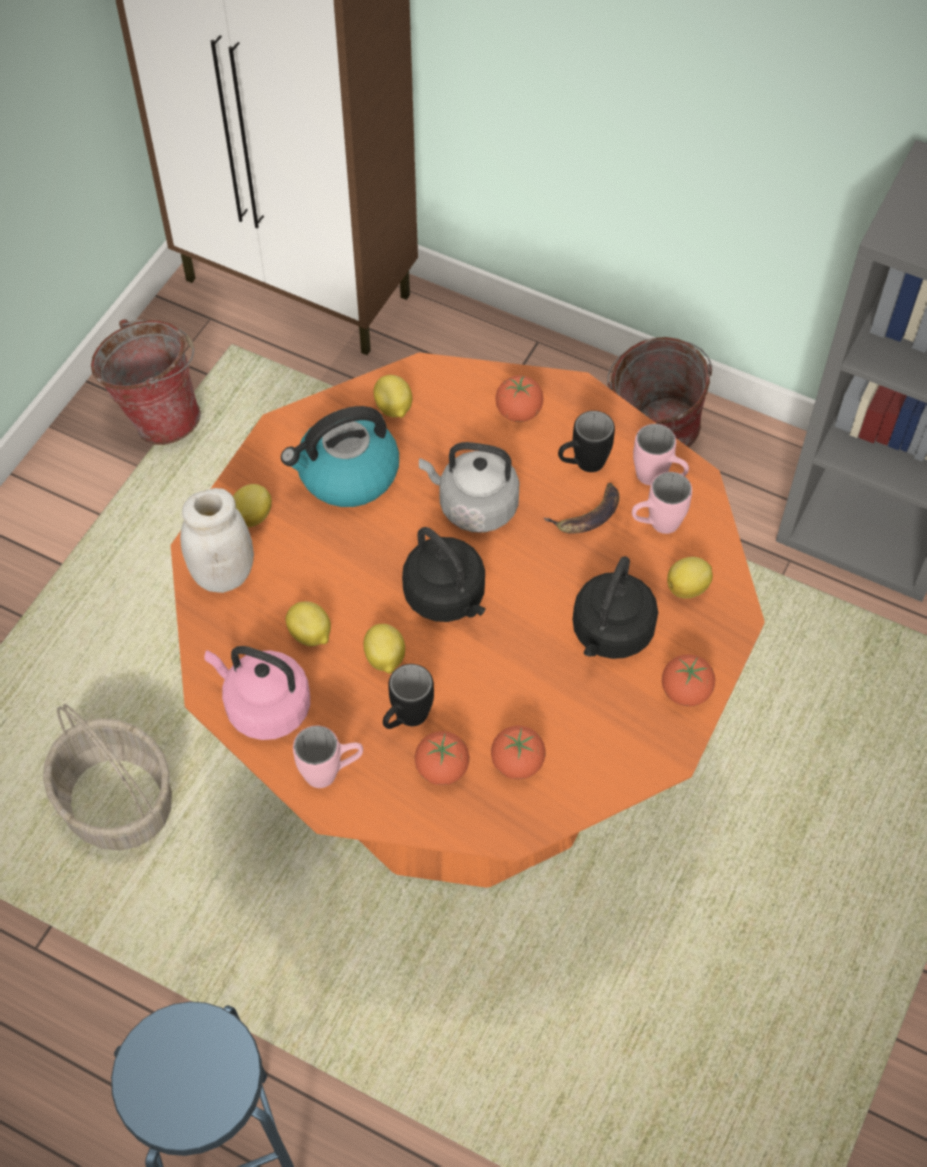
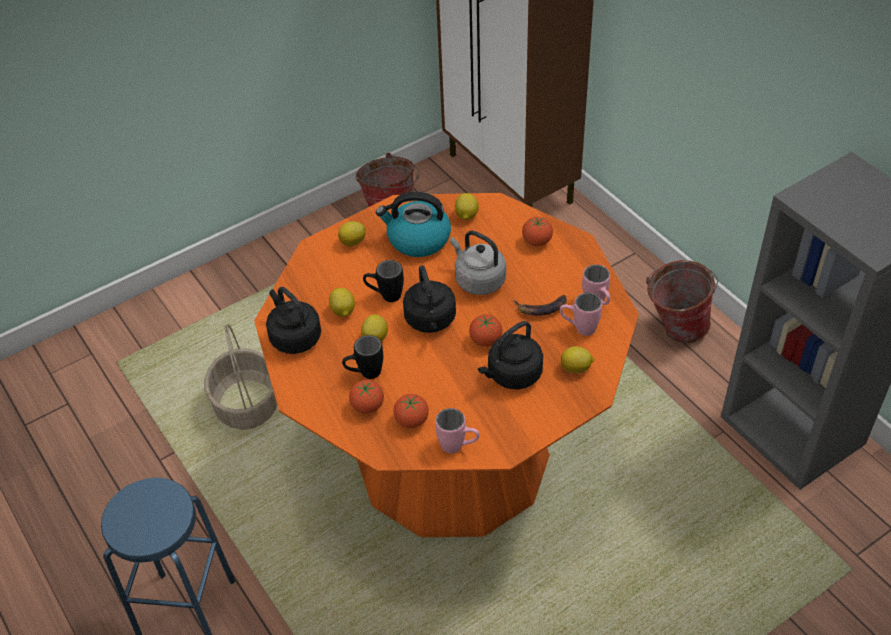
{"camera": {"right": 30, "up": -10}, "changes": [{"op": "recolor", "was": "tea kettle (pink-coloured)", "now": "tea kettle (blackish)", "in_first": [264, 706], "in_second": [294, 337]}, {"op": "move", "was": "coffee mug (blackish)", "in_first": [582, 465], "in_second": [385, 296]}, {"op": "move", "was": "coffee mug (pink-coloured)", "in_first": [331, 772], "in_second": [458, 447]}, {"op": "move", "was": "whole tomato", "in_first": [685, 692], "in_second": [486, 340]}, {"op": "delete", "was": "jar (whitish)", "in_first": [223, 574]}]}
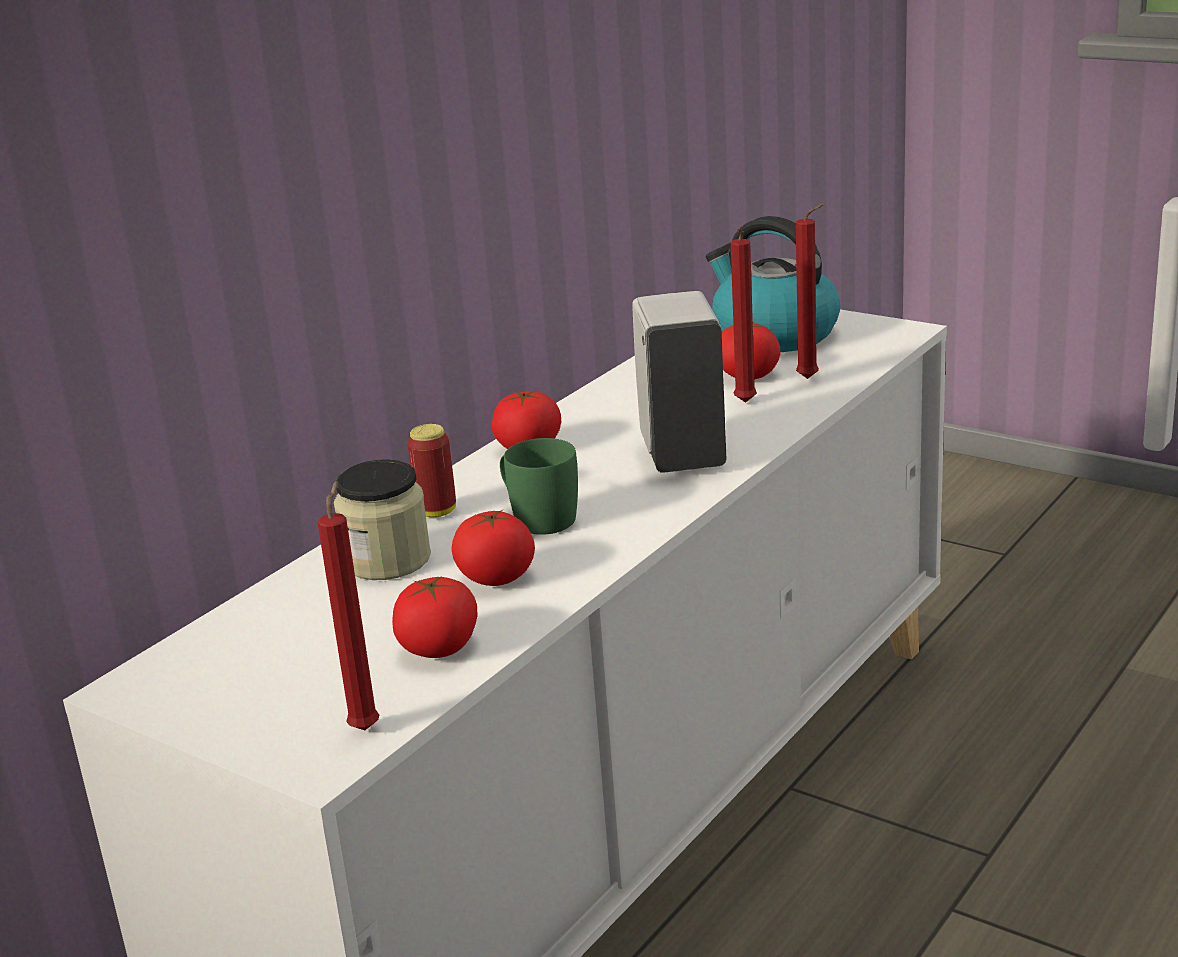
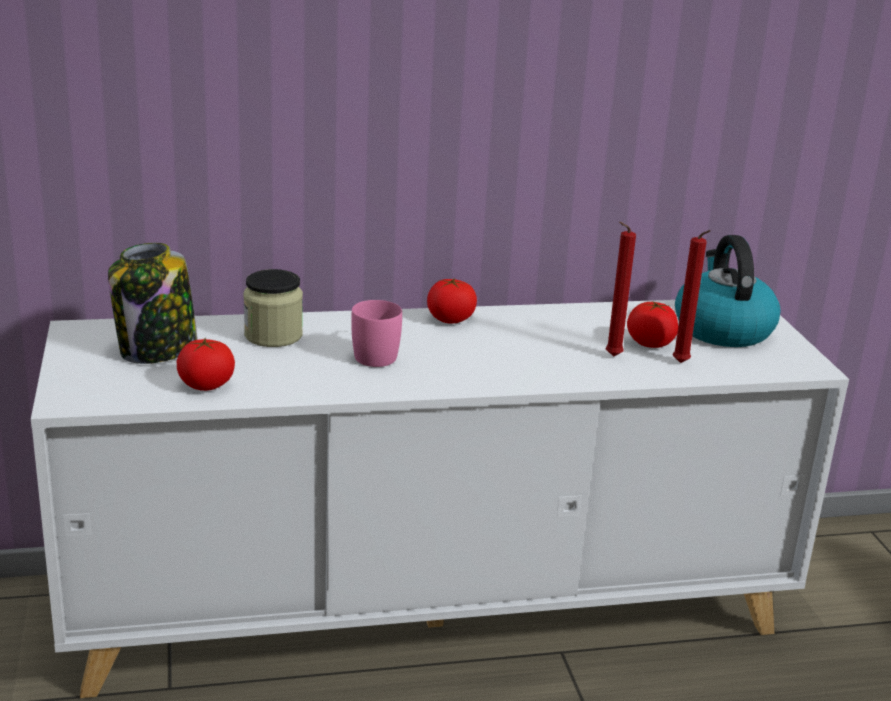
{"camera": {"right": 40, "up": 0}, "changes": [{"op": "insert", "now": "jar", "in_second": [157, 350]}, {"op": "recolor", "was": "coffee mug (greenish)", "now": "coffee mug (pink-coloured)", "in_first": [537, 517], "in_second": [376, 354]}, {"op": "delete", "was": "wax candle (reddish)", "in_first": [366, 727]}, {"op": "delete", "was": "sealed can", "in_first": [437, 511]}, {"op": "delete", "was": "whole tomato", "in_first": [496, 578]}, {"op": "delete", "was": "liquid soap bottle (whitish)", "in_first": [682, 454]}]}
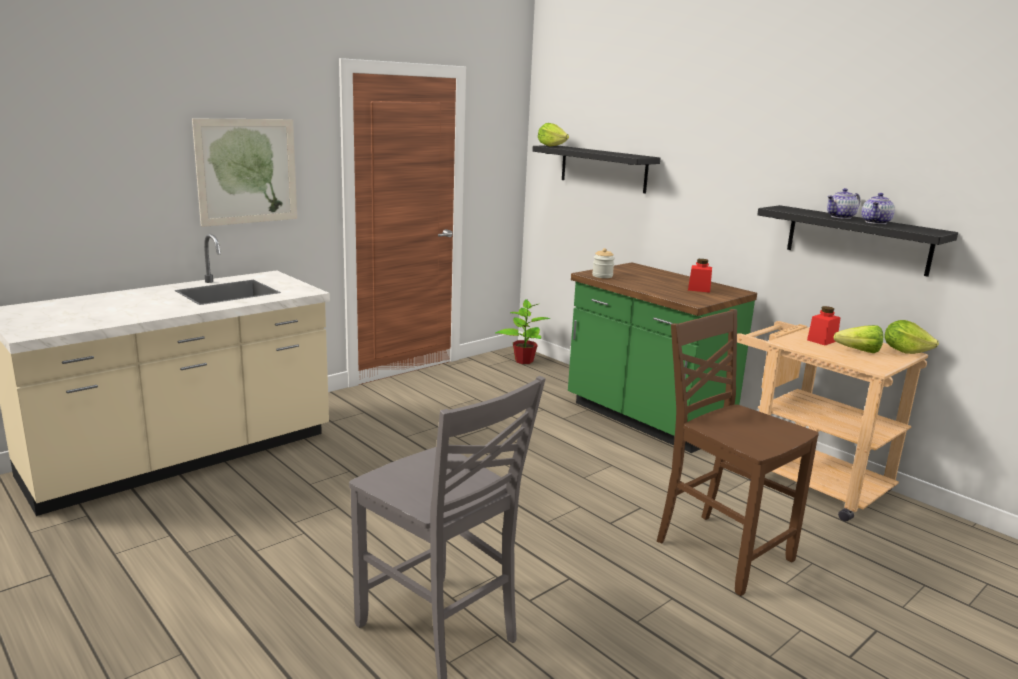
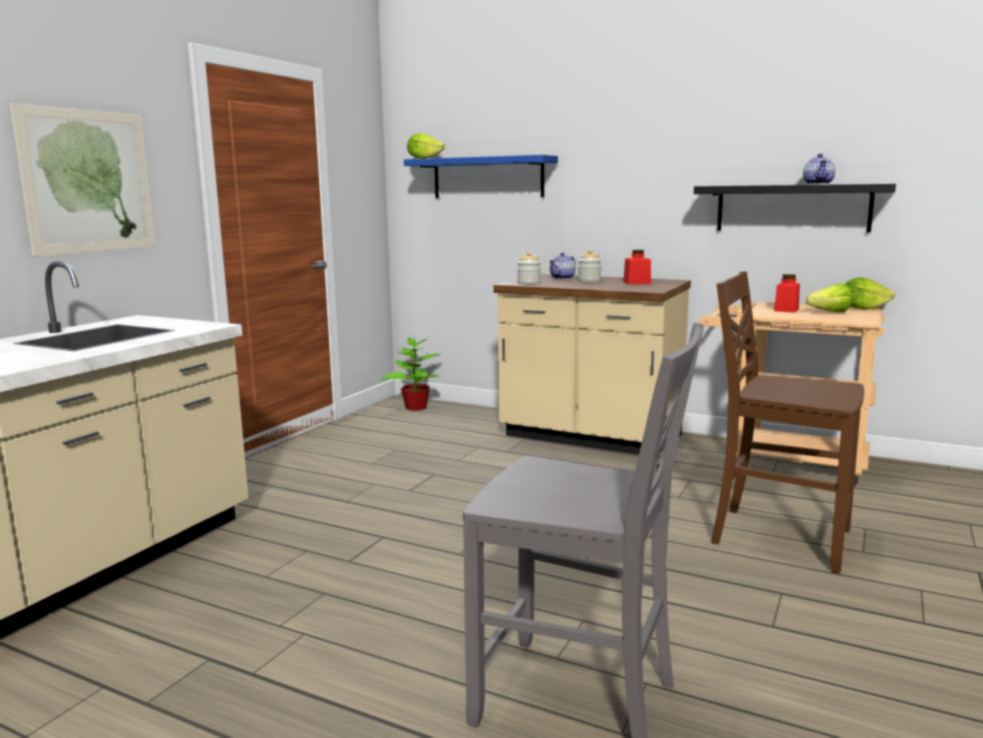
{"camera": {"right": -20, "up": -5}, "changes": [{"op": "recolor", "was": "bracket shelf (blackish)", "now": "bracket shelf (blue)", "in_first": [603, 168], "in_second": [487, 178]}, {"op": "recolor", "was": "counter (greenish)", "now": "counter (beige-coloured)", "in_first": [646, 419], "in_second": [590, 437]}, {"op": "move", "was": "pot for tea", "in_first": [841, 217], "in_second": [562, 278]}, {"op": "insert", "now": "jar", "in_second": [589, 280]}]}
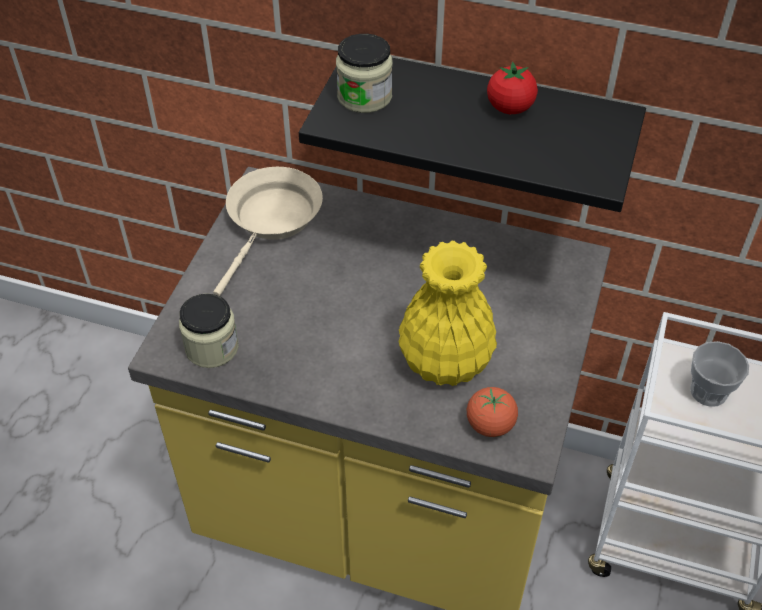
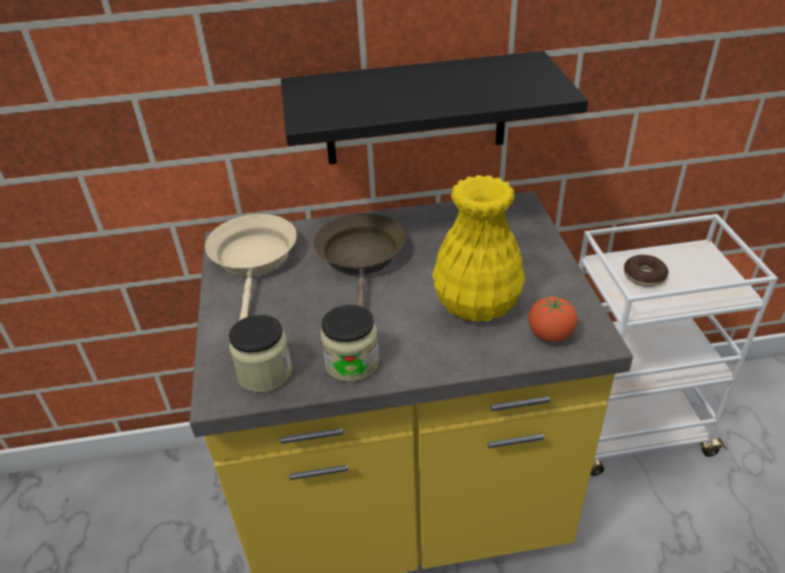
{"camera": {"right": -25, "up": -10}, "changes": [{"op": "insert", "now": "skillet (brownish)", "in_second": [361, 260]}, {"op": "move", "was": "jar", "in_first": [364, 96], "in_second": [352, 363]}, {"op": "replace", "was": "small cup", "now": "doughnut", "in_first": [708, 391], "in_second": [644, 276]}, {"op": "delete", "was": "whole tomato", "in_first": [510, 108]}]}
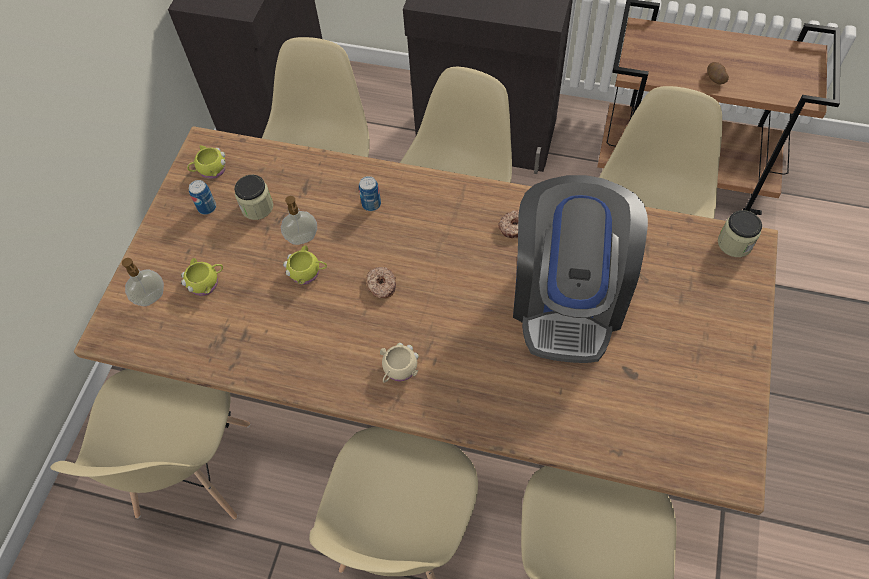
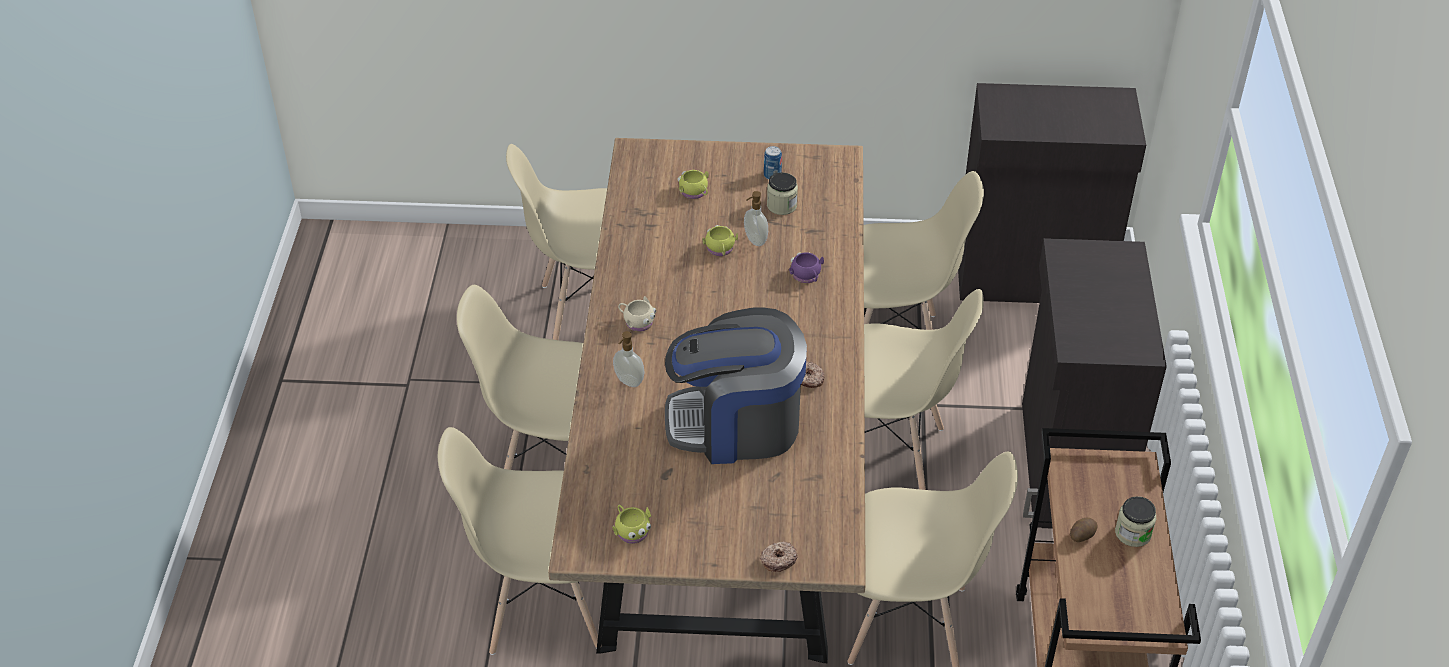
{"camera": {"right": 75, "up": -15}, "changes": [{"op": "move", "was": "liquid soap bottle", "in_first": [152, 298], "in_second": [628, 381]}, {"op": "move", "was": "coffee mug (yellow-coloured)", "in_first": [210, 170], "in_second": [631, 530]}, {"op": "move", "was": "doughnut", "in_first": [381, 286], "in_second": [778, 559]}, {"op": "replace", "was": "sealed can", "now": "coffee mug (purple)", "in_first": [371, 204], "in_second": [807, 277]}, {"op": "move", "was": "jar", "in_first": [734, 243], "in_second": [1133, 533]}]}
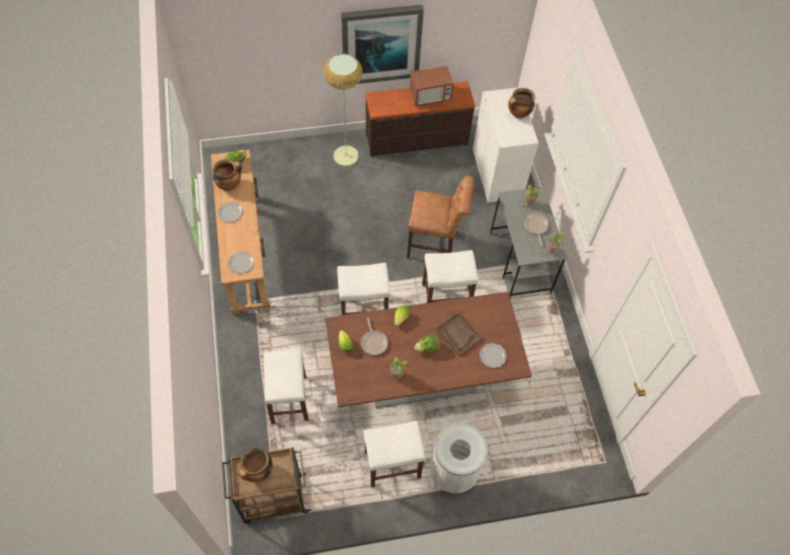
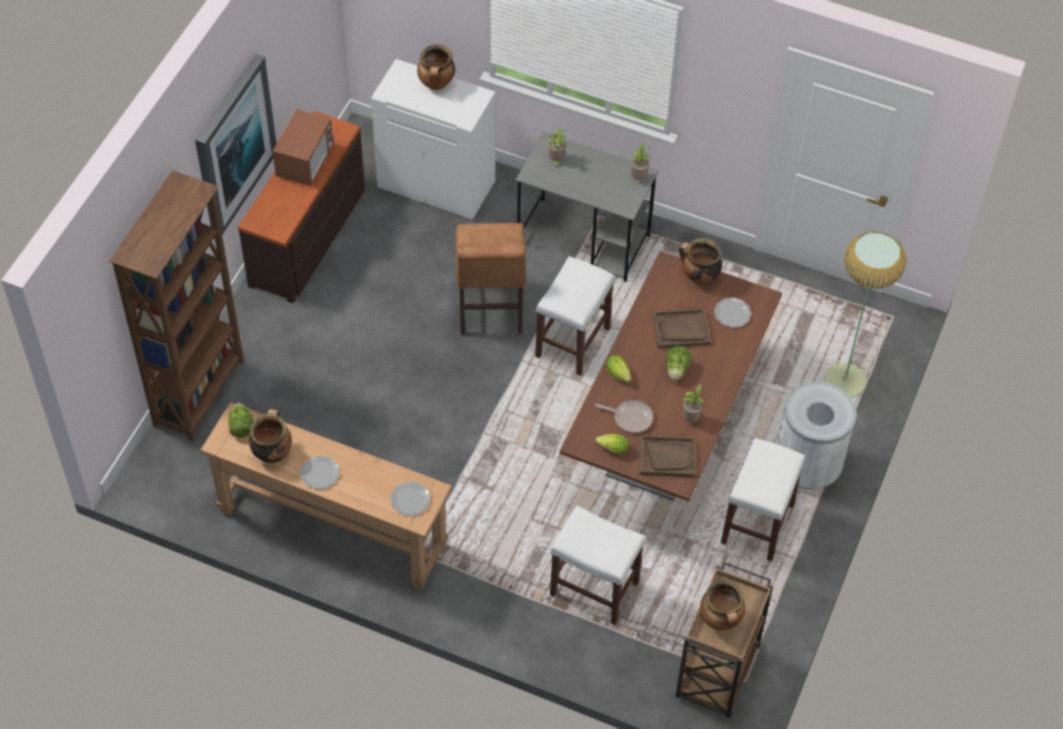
{"camera": {"right": -55, "up": -5}, "changes": [{"op": "insert", "now": "bookshelf (brownish)", "in_second": [200, 393]}, {"op": "rotate", "was": "chair (brownish)", "in_first": [435, 245], "in_second": [490, 311], "clockwise": 135}, {"op": "insert", "now": "tray (brownish)", "in_second": [667, 457]}, {"op": "insert", "now": "cooking pot", "in_second": [698, 276]}, {"op": "move", "was": "standing lamp", "in_first": [345, 156], "in_second": [844, 381]}, {"op": "delete", "was": "stool seat (whitish)", "in_first": [364, 308]}, {"op": "delete", "was": "skillet", "in_first": [536, 226]}]}
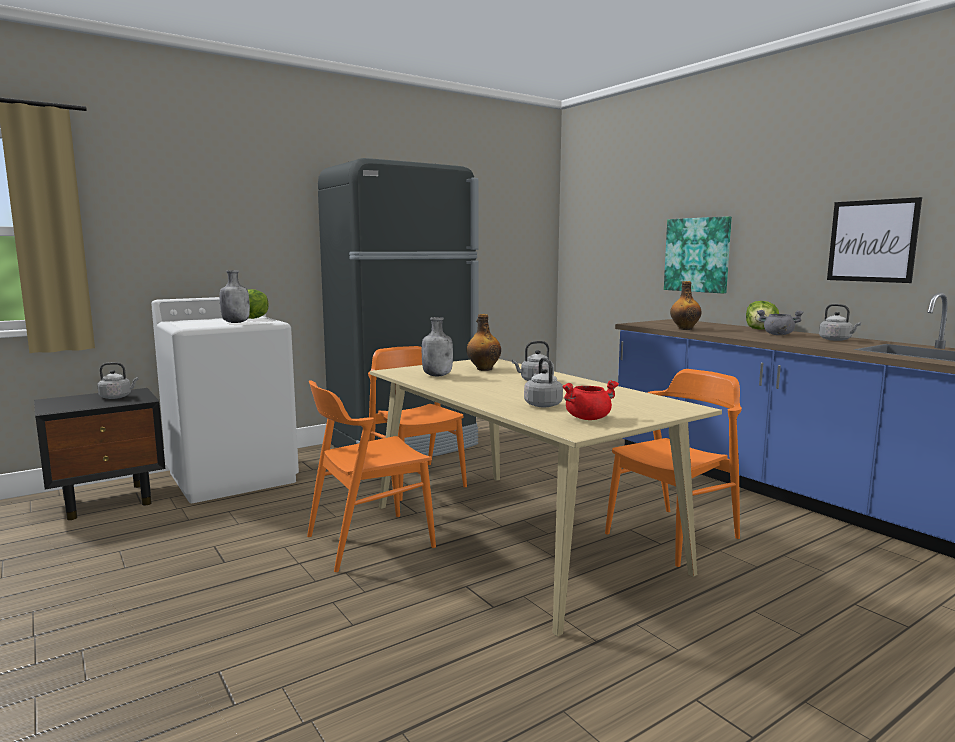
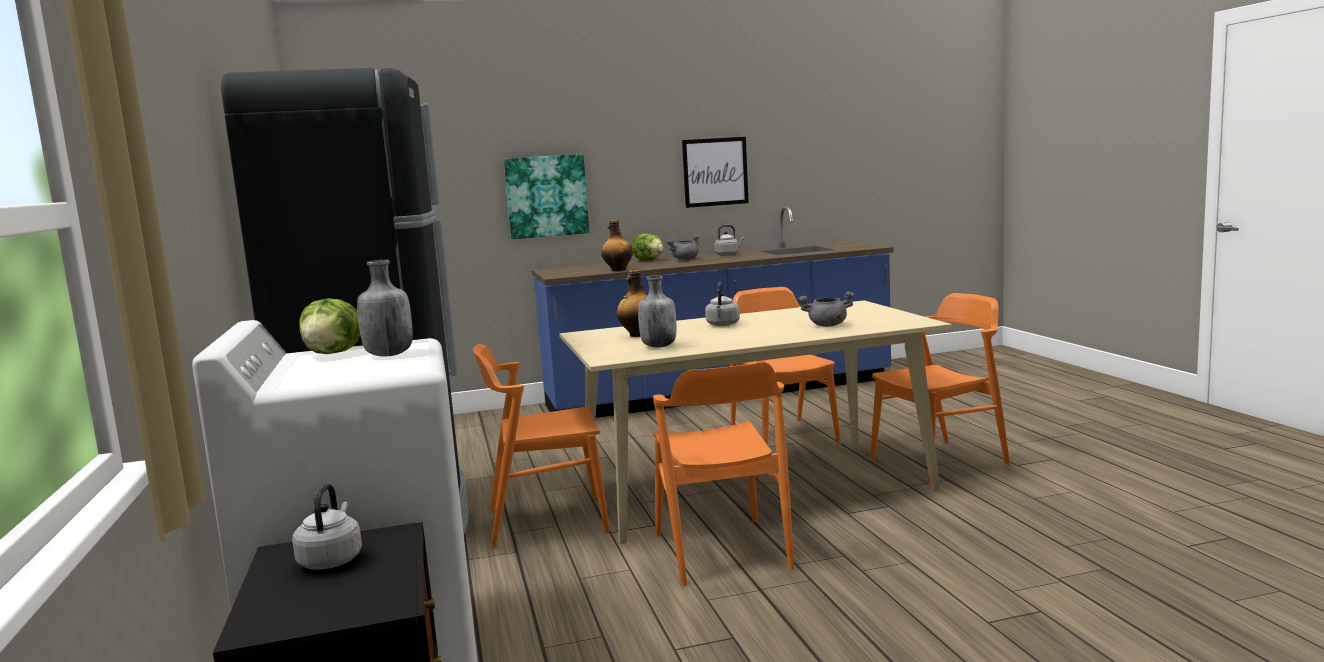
{"camera": {"right": -70, "up": 0}, "changes": [{"op": "replace", "was": "tea kettle (grey)", "now": "cooking pot (grey)", "in_first": [542, 404], "in_second": [827, 325]}, {"op": "insert", "now": "chair (orangey)", "in_second": [939, 461]}, {"op": "delete", "was": "cooking pot (reddish)", "in_first": [588, 418]}]}
